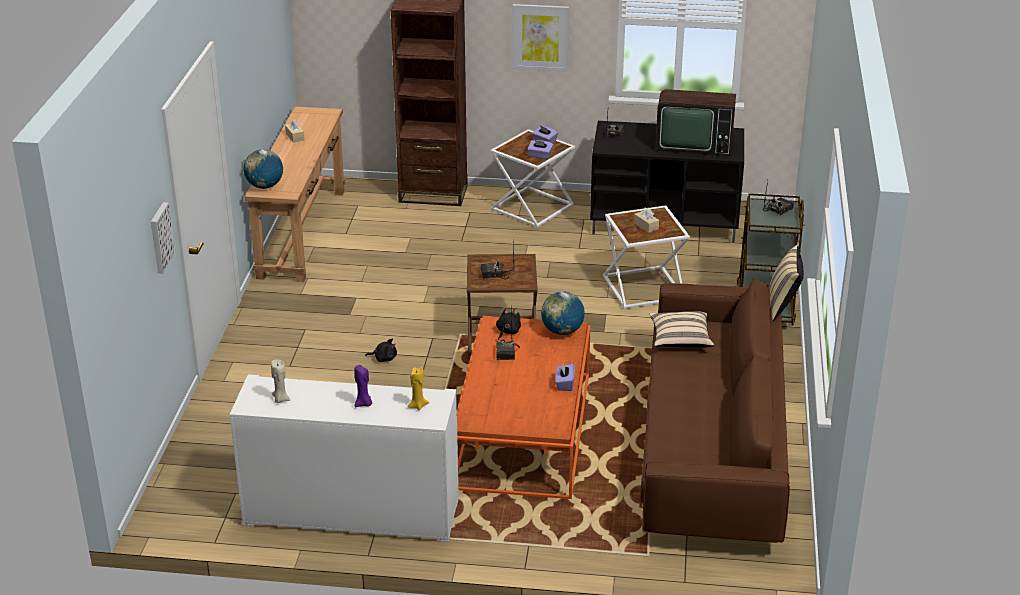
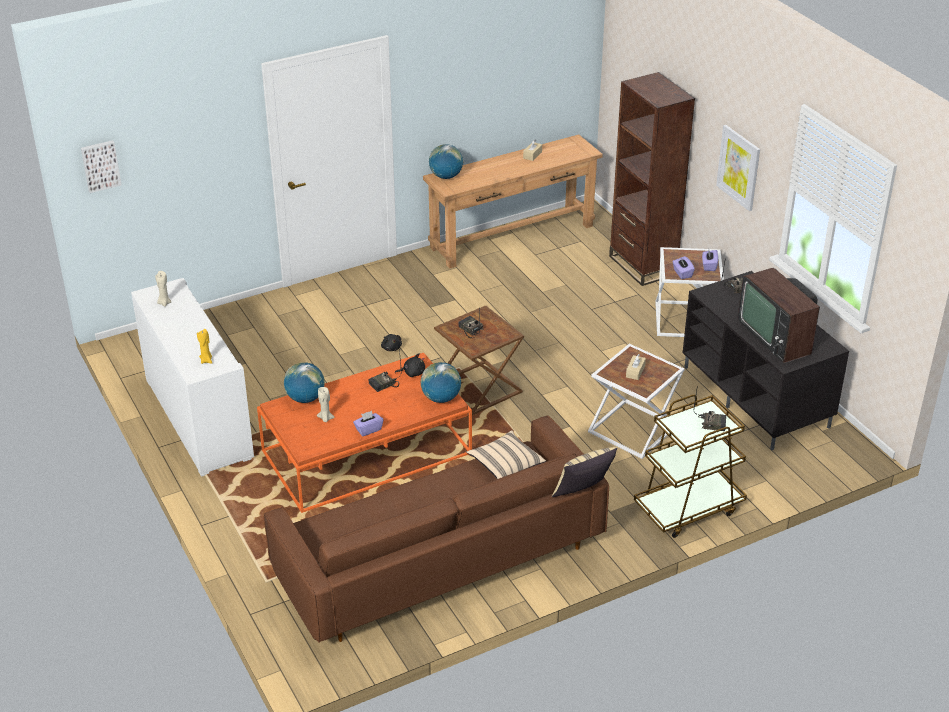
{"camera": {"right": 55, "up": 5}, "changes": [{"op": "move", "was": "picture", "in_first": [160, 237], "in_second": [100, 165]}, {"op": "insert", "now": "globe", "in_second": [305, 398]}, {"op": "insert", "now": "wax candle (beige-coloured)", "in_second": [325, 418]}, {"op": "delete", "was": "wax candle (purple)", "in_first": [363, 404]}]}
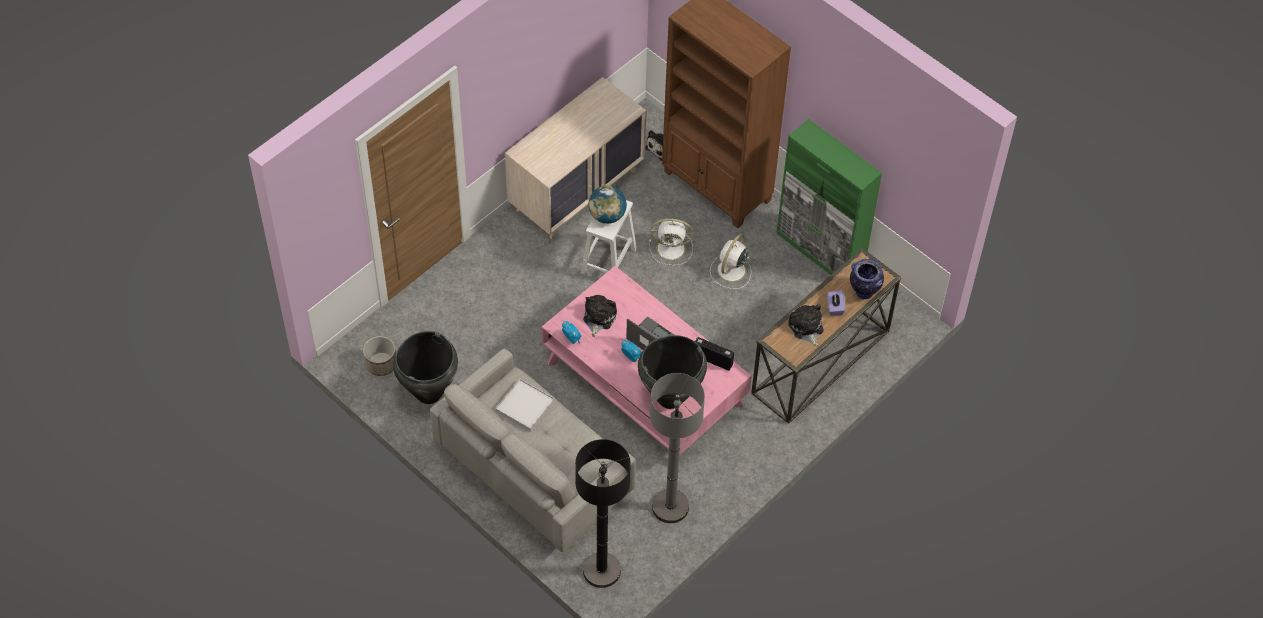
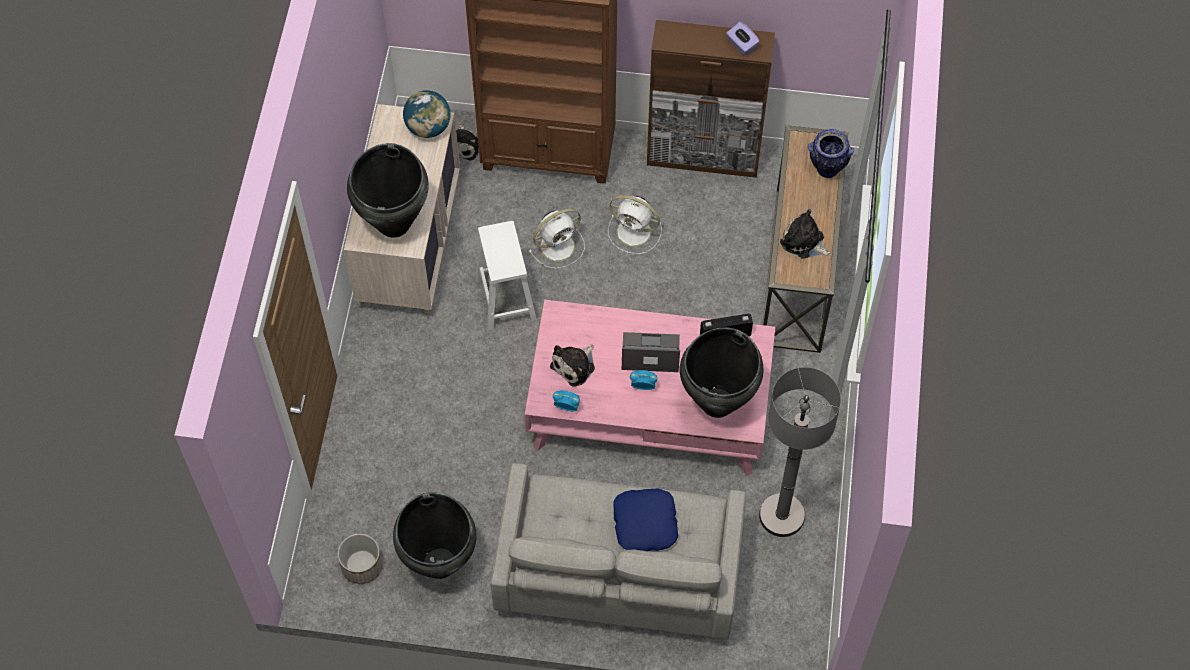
{"camera": {"right": -35, "up": 5}, "changes": [{"op": "insert", "now": "flower vase (blackish)", "in_second": [394, 224]}, {"op": "move", "was": "globe", "in_first": [607, 216], "in_second": [428, 127]}, {"op": "rotate", "was": "plush toy", "in_first": [598, 317], "in_second": [575, 366], "clockwise": -120}, {"op": "rotate", "was": "cooling fan (whitish)", "in_first": [730, 271], "in_second": [635, 232], "clockwise": -60}, {"op": "insert", "now": "cushion (blue)", "in_second": [644, 523]}, {"op": "recolor", "was": "storage cabinet (greenish)", "now": "storage cabinet (brownish)", "in_first": [820, 251], "in_second": [704, 157]}, {"op": "move", "was": "tissue holder (purple)", "in_first": [835, 307], "in_second": [741, 45]}, {"op": "delete", "was": "tray (whitish)", "in_first": [525, 406]}, {"op": "delete", "was": "standing lamp (blackish)", "in_first": [601, 570]}]}
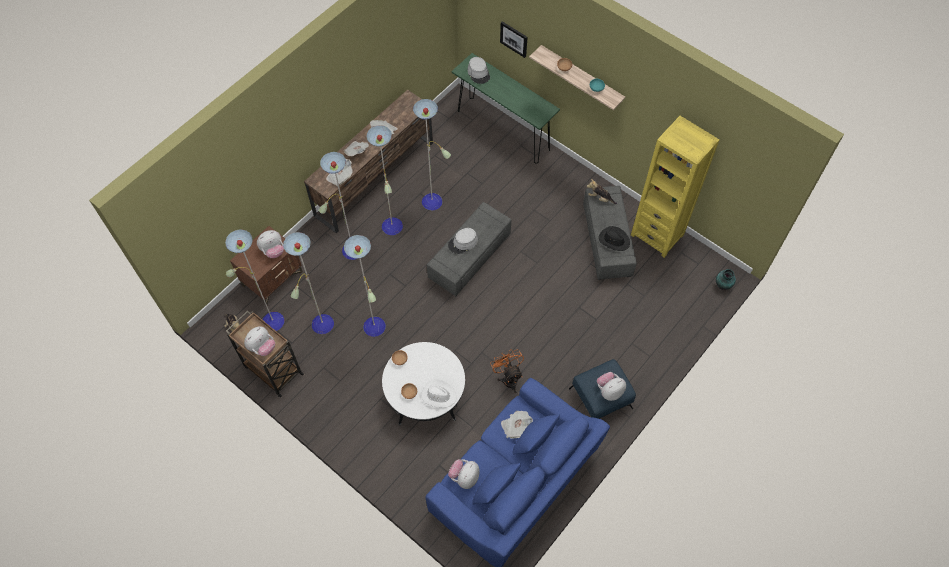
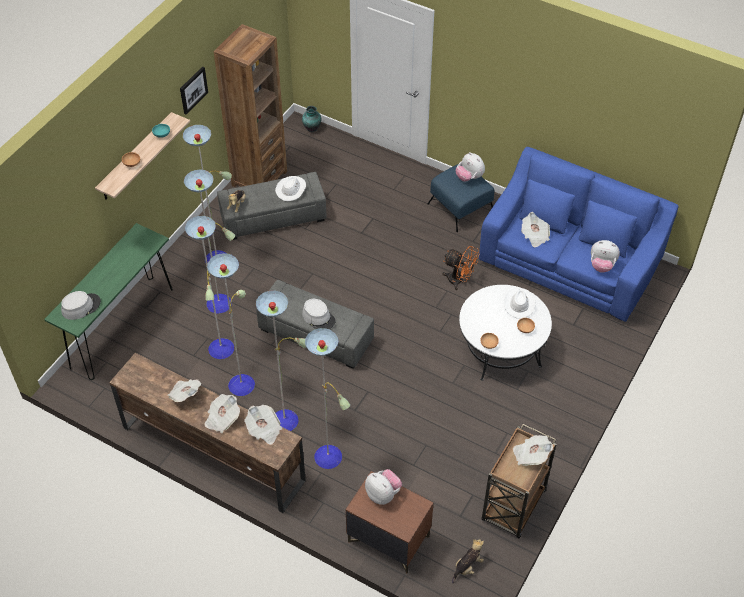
{"camera": {"right": -100, "up": -10}, "changes": [{"op": "move", "was": "picture", "in_first": [514, 39], "in_second": [193, 90]}, {"op": "move", "was": "standing lamp", "in_first": [322, 325], "in_second": [221, 303]}, {"op": "recolor", "was": "bookshelf (yellow-coloured)", "now": "bookshelf (brownish)", "in_first": [657, 235], "in_second": [259, 178]}, {"op": "recolor", "was": "hat (blackish)", "now": "hat (whitish)", "in_first": [614, 240], "in_second": [291, 189]}, {"op": "rotate", "was": "cooling fan (orangey)", "in_first": [508, 378], "in_second": [459, 281], "clockwise": -120}, {"op": "replace", "was": "plush toy", "now": "daily paper", "in_first": [262, 347], "in_second": [530, 455]}]}
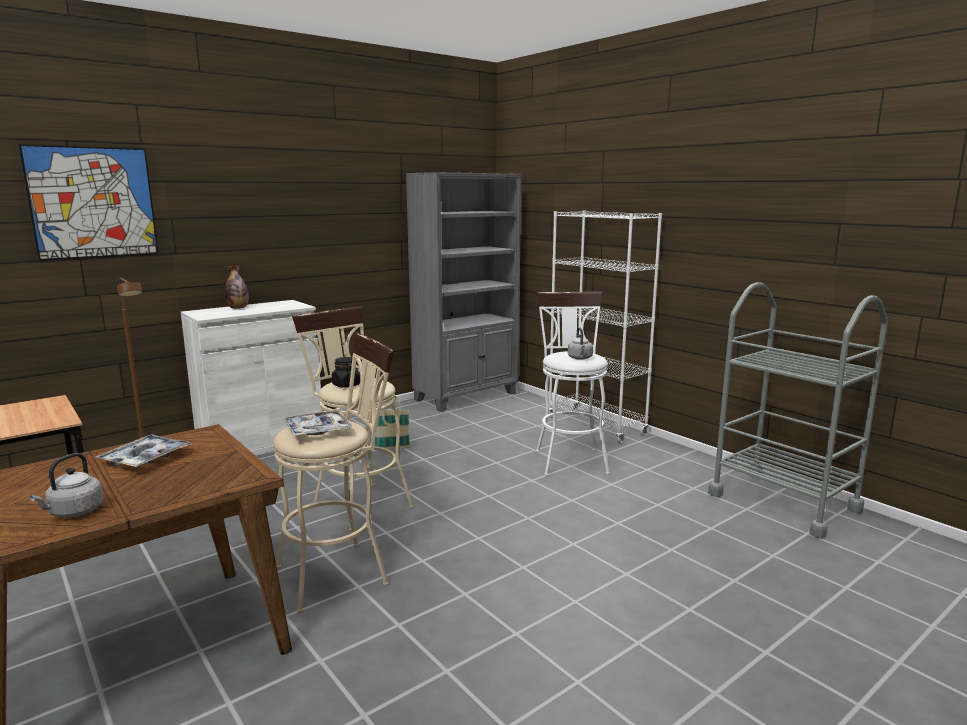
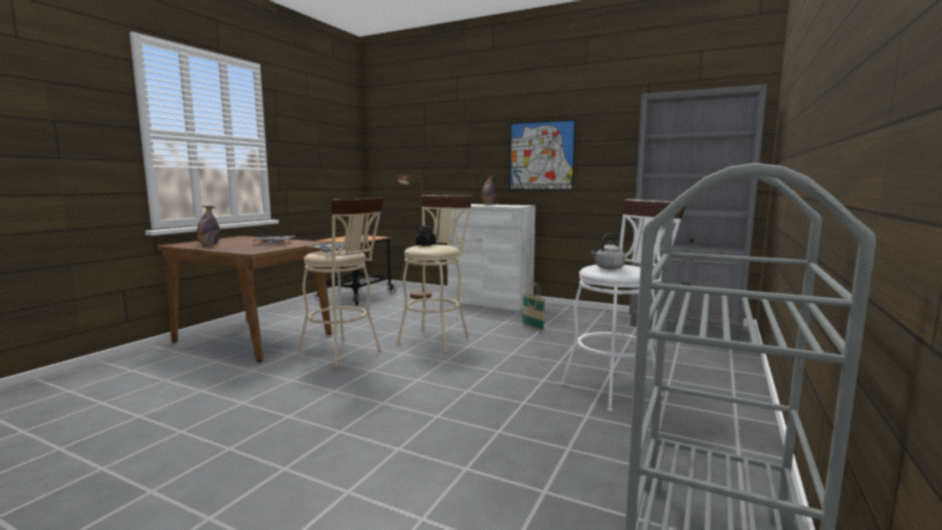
{"camera": {"right": 65, "up": -5}, "changes": [{"op": "replace", "was": "tea kettle (grey)", "now": "drink bottle", "in_first": [74, 512], "in_second": [209, 245]}, {"op": "move", "was": "picture", "in_first": [93, 203], "in_second": [541, 156]}, {"op": "delete", "was": "bookshelf (whitish)", "in_first": [596, 426]}]}
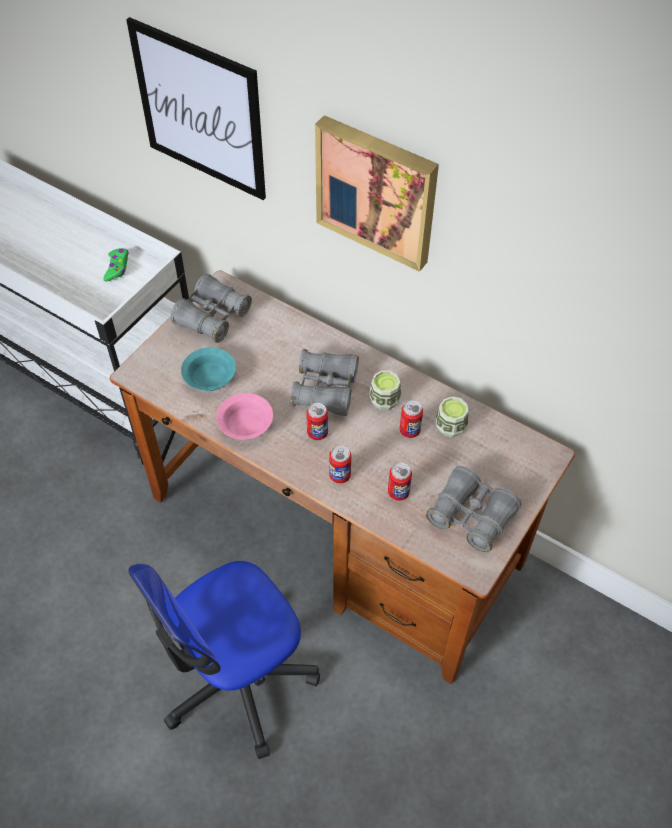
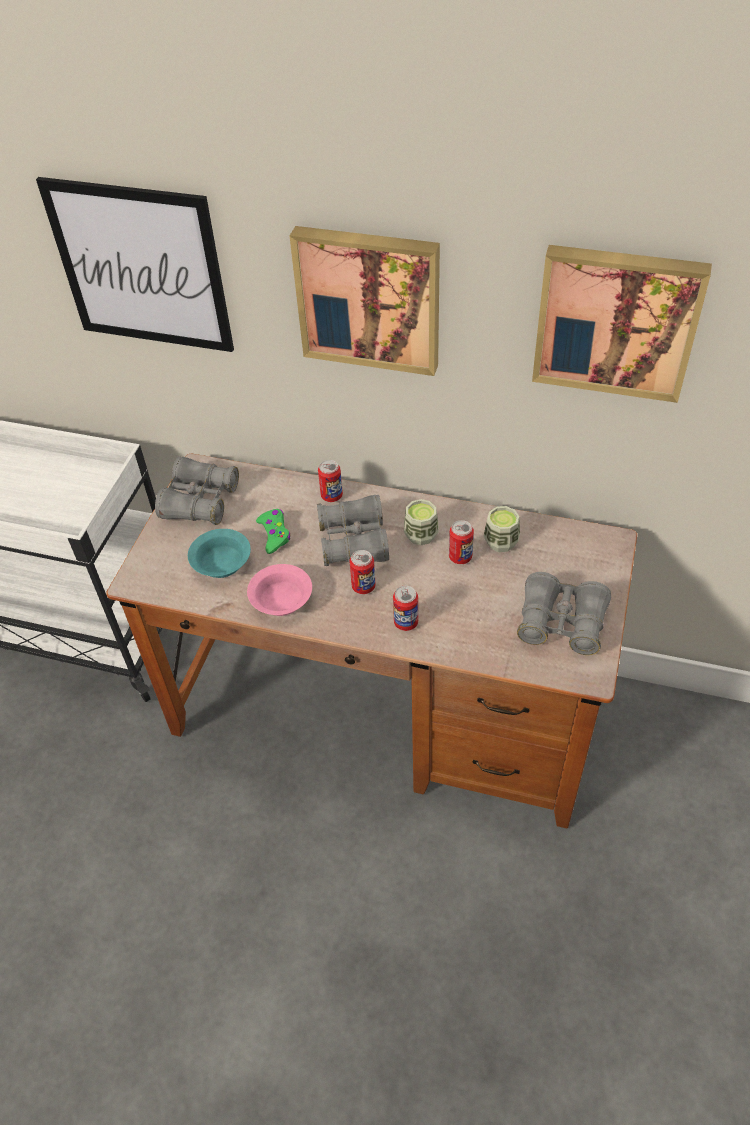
{"camera": {"right": -15, "up": -5}, "changes": [{"op": "move", "was": "joypad (greenish)", "in_first": [117, 267], "in_second": [274, 534]}, {"op": "move", "was": "sealed can", "in_first": [398, 492], "in_second": [331, 496]}, {"op": "insert", "now": "picture", "in_second": [616, 321]}, {"op": "delete", "was": "computer chair", "in_first": [237, 679]}]}
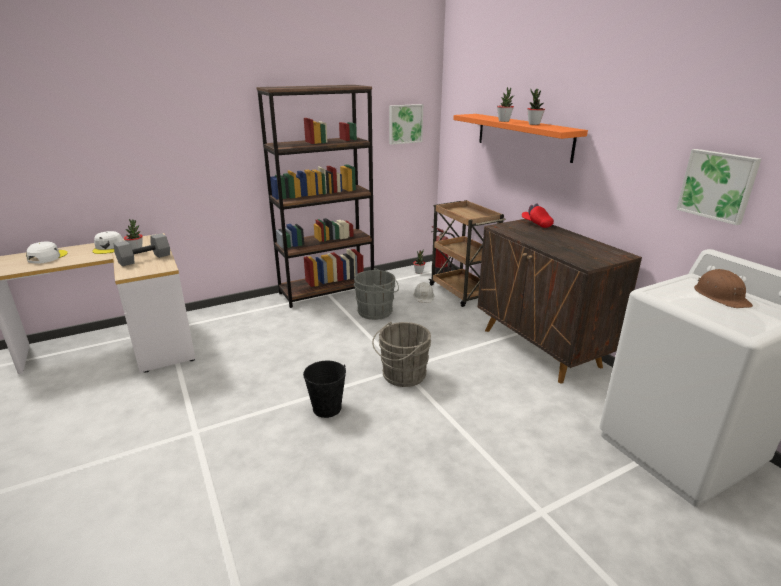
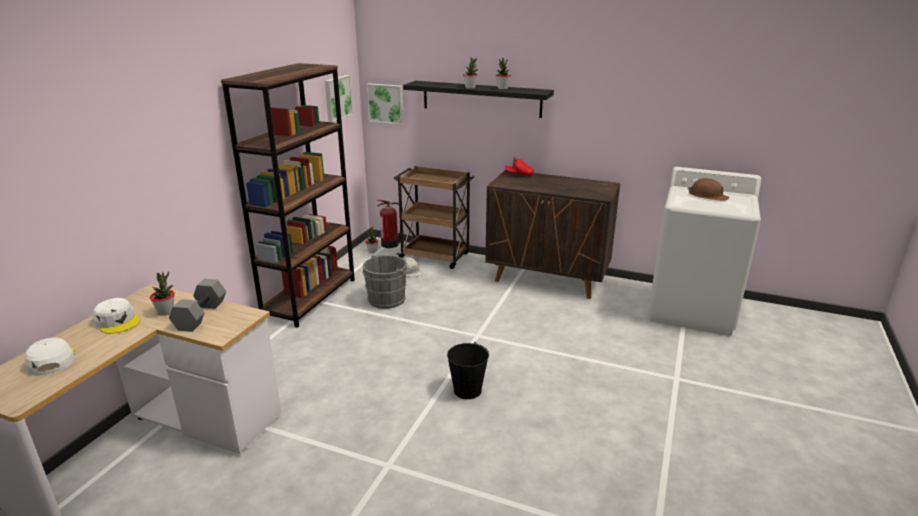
{"camera": {"right": -40, "up": 0}, "changes": [{"op": "move", "was": "picture", "in_first": [718, 185], "in_second": [386, 103]}, {"op": "recolor", "was": "bracket shelf (orangey)", "now": "bracket shelf (blackish)", "in_first": [523, 136], "in_second": [481, 99]}, {"op": "delete", "was": "bucket (grey)", "in_first": [401, 375]}]}
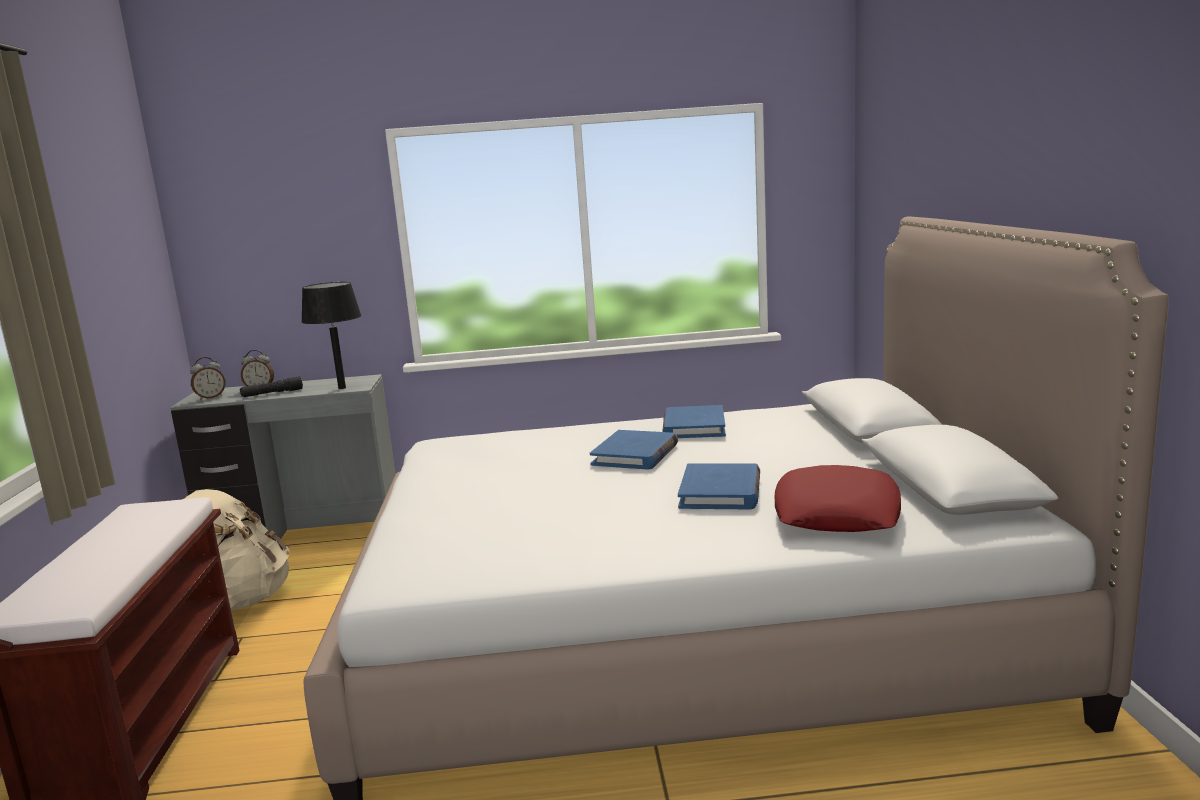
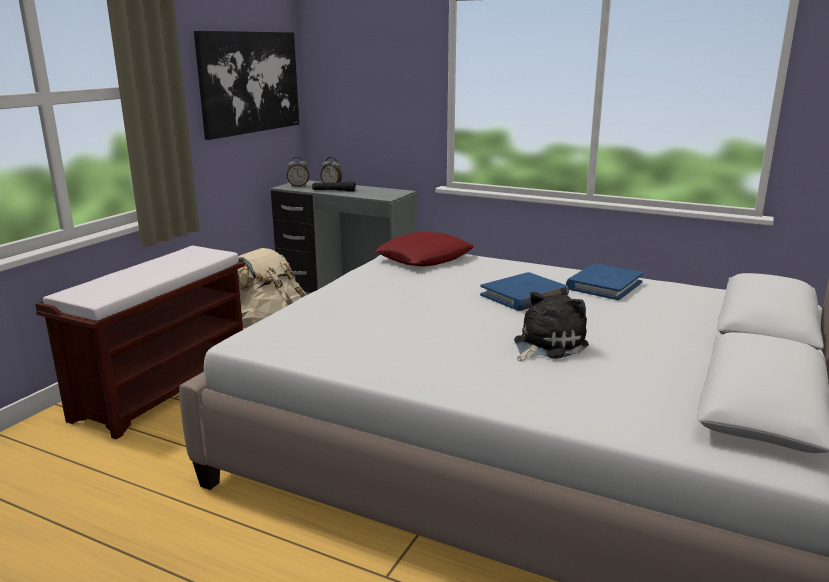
{"camera": {"right": 30, "up": 5}, "changes": [{"op": "insert", "now": "picture", "in_second": [249, 82]}, {"op": "move", "was": "cushion (reddish)", "in_first": [837, 513], "in_second": [424, 258]}, {"op": "replace", "was": "volume (blue)", "now": "plush toy", "in_first": [720, 492], "in_second": [546, 345]}, {"op": "delete", "was": "lamp for a table (blackish)", "in_first": [342, 388]}]}
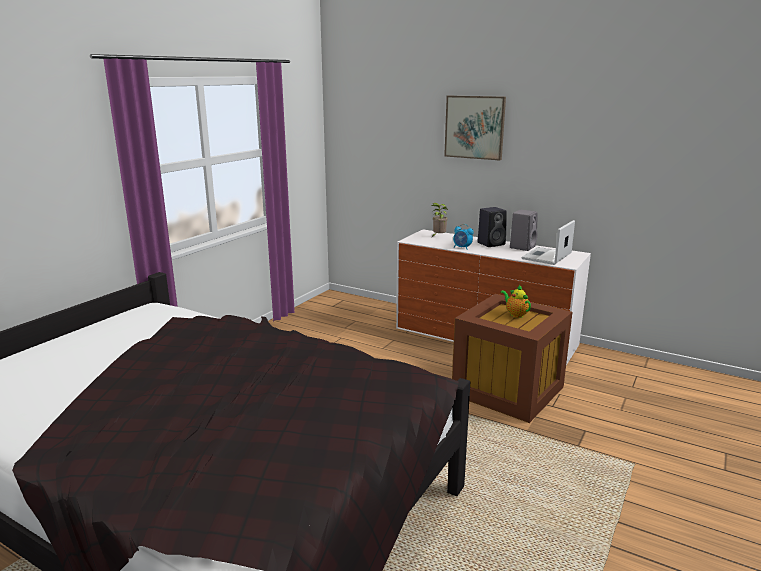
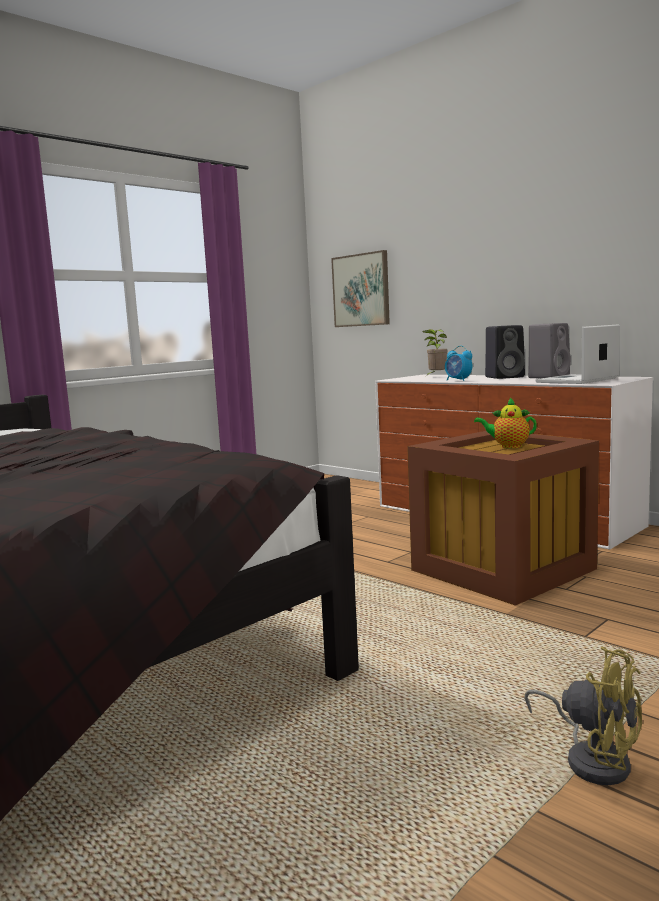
{"camera": {"right": 15, "up": -10}, "changes": [{"op": "move", "was": "picture", "in_first": [474, 127], "in_second": [361, 290]}, {"op": "rotate", "was": "pot for tea", "in_first": [515, 314], "in_second": [508, 446], "clockwise": -60}, {"op": "insert", "now": "cooling fan (yellow-coloured)", "in_second": [592, 759]}]}
